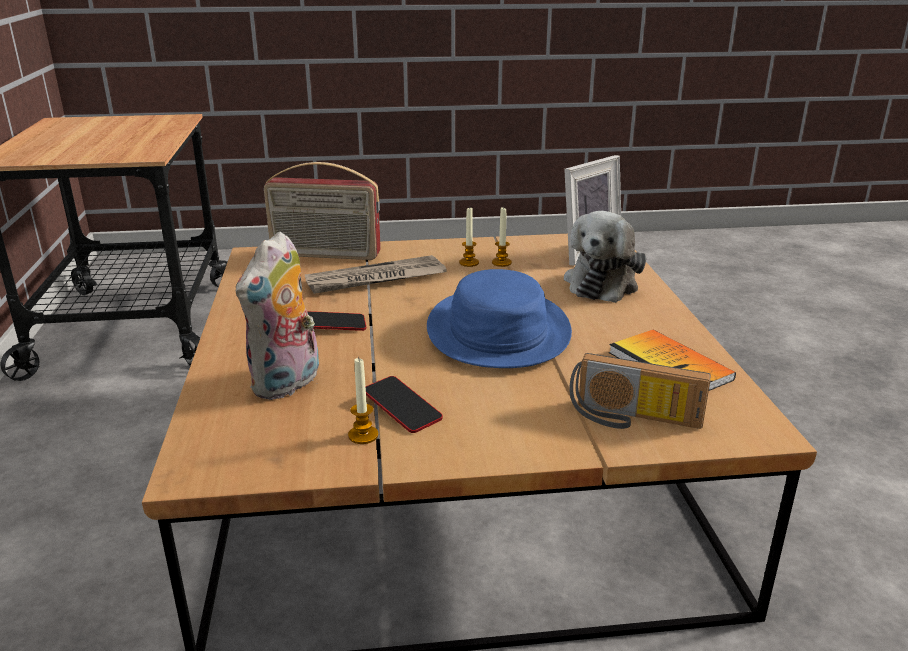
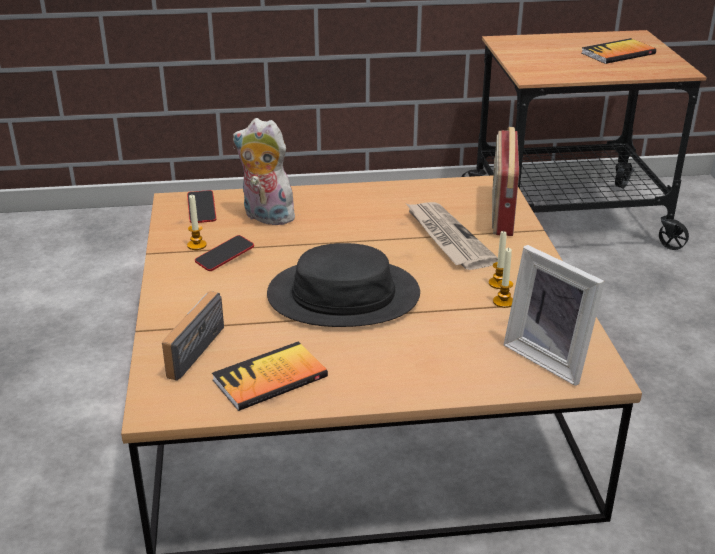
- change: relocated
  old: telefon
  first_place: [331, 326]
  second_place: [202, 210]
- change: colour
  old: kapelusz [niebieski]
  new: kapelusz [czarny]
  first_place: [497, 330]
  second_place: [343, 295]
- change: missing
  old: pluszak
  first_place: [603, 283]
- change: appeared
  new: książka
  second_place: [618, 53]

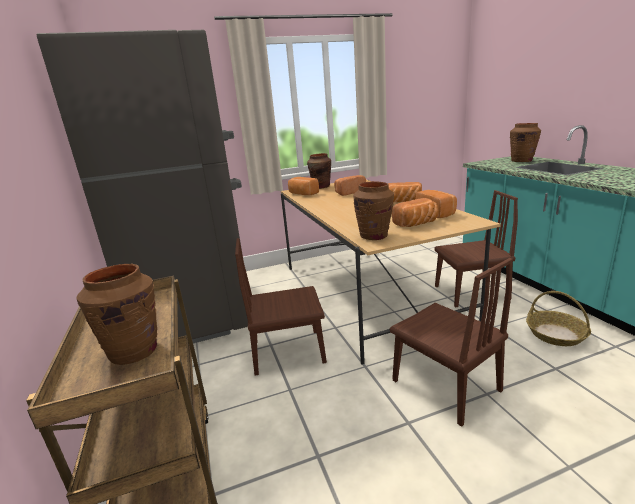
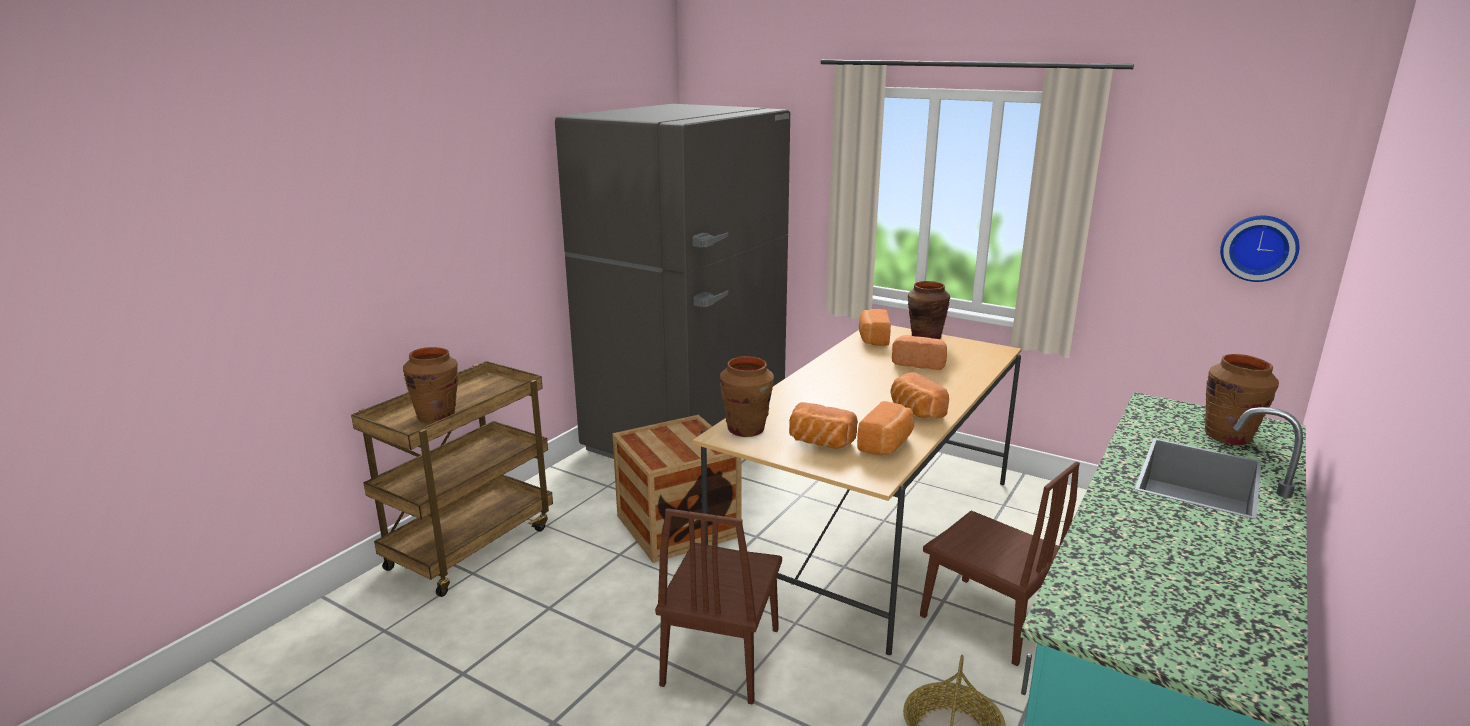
- change: exchanged
  old: krzesło [brązowy]
  new: skrzynka
  first_place: [288, 351]
  second_place: [677, 526]
- change: appeared
  new: zegar ścienny
  second_place: [1259, 247]

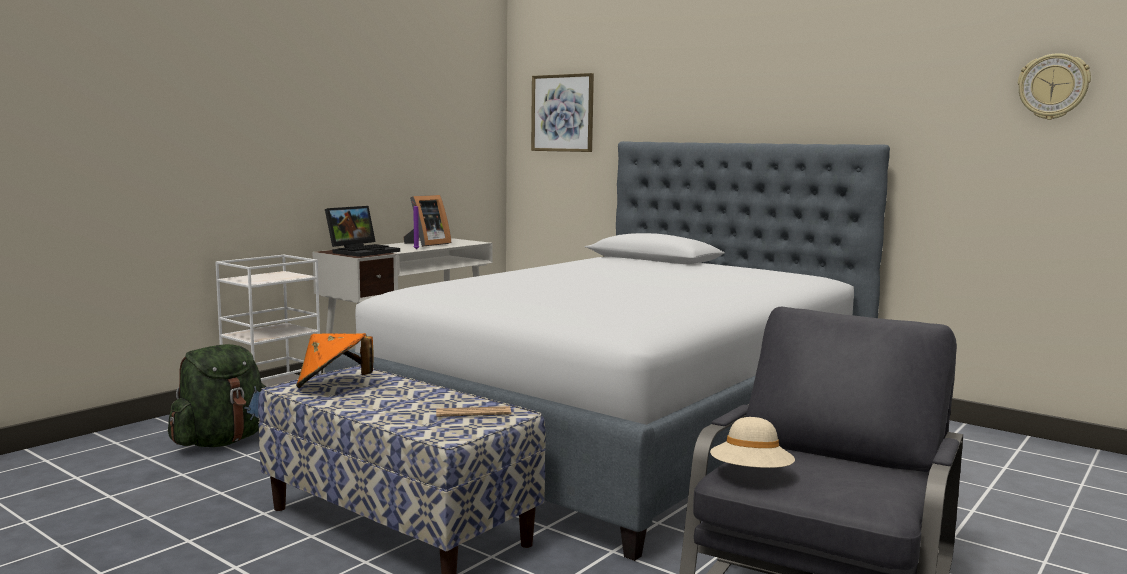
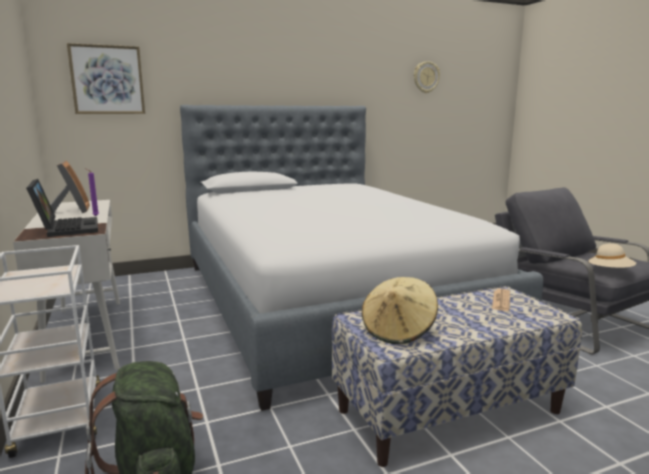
- change: colour
  old: kapelusz [pomarańczowy]
  new: kapelusz [beżowy]
  first_place: [333, 385]
  second_place: [398, 331]

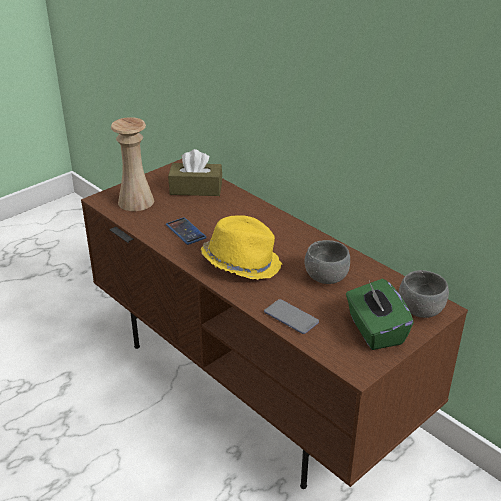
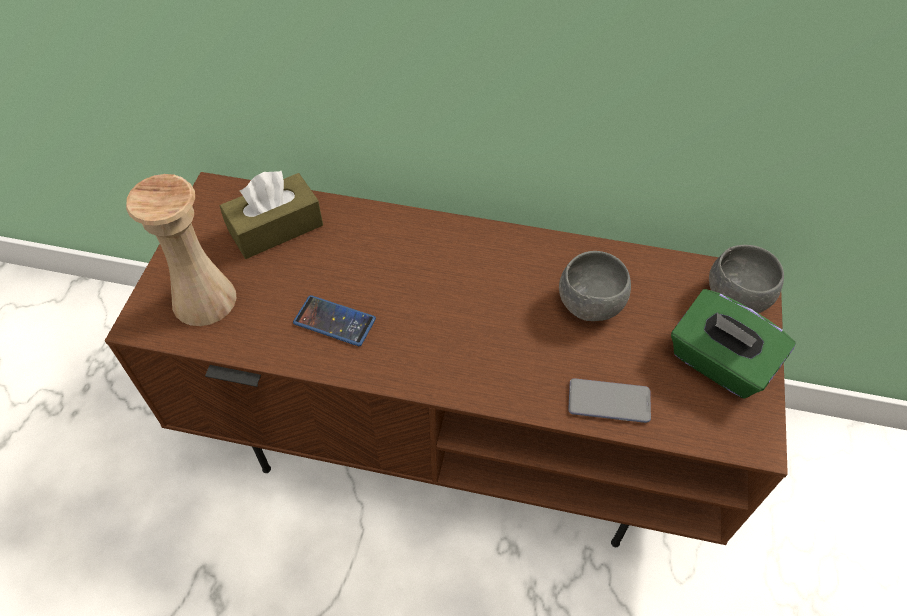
- change: missing
  old: kapelusz [żółty]
  first_place: [242, 263]

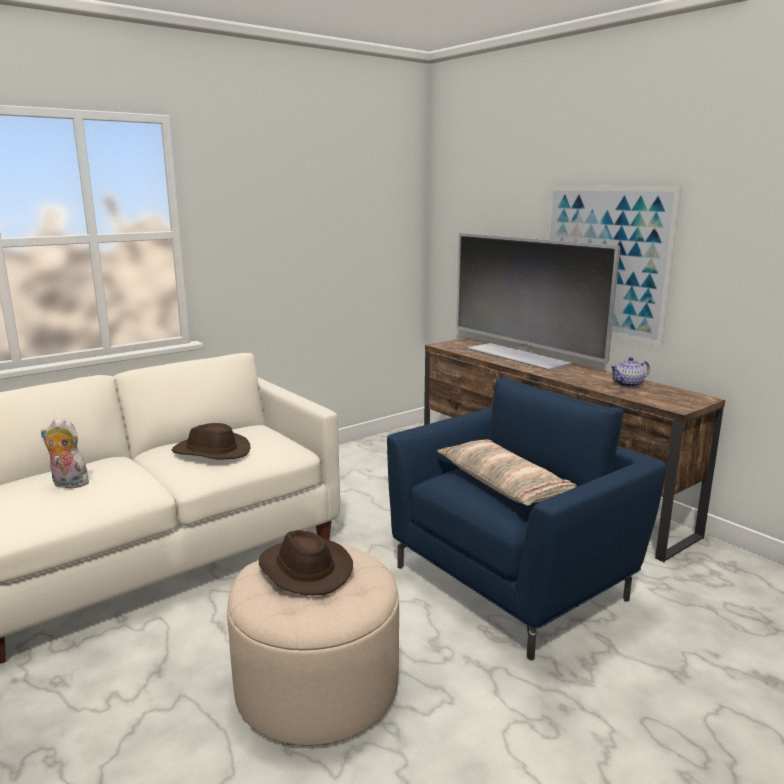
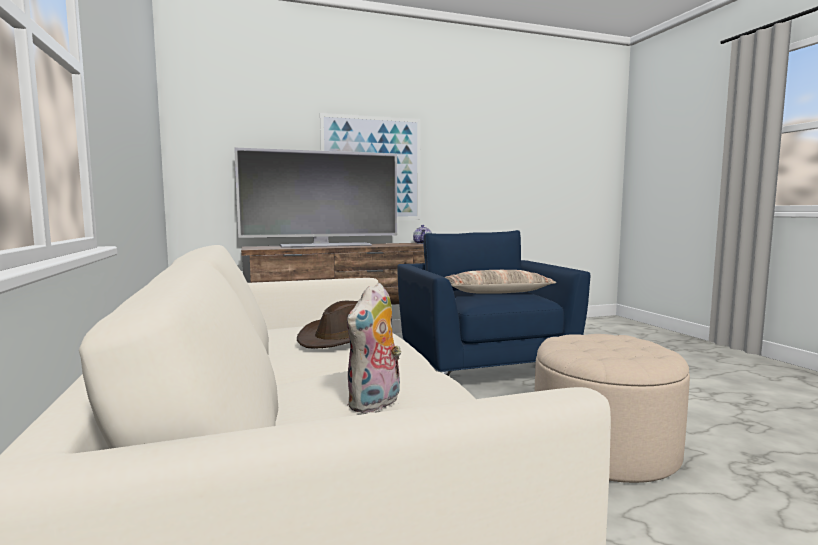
- change: missing
  old: kapelusz [brązowy]
  first_place: [303, 570]

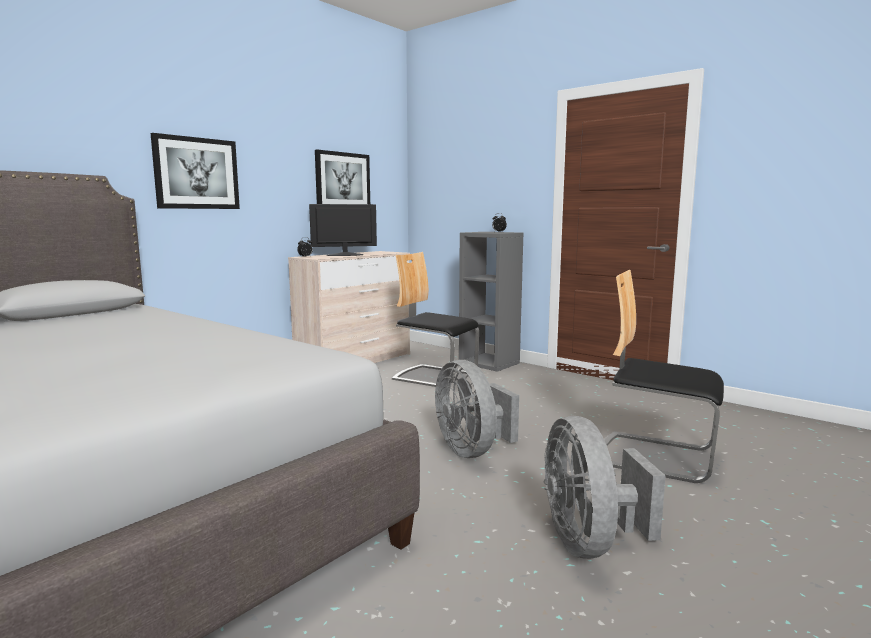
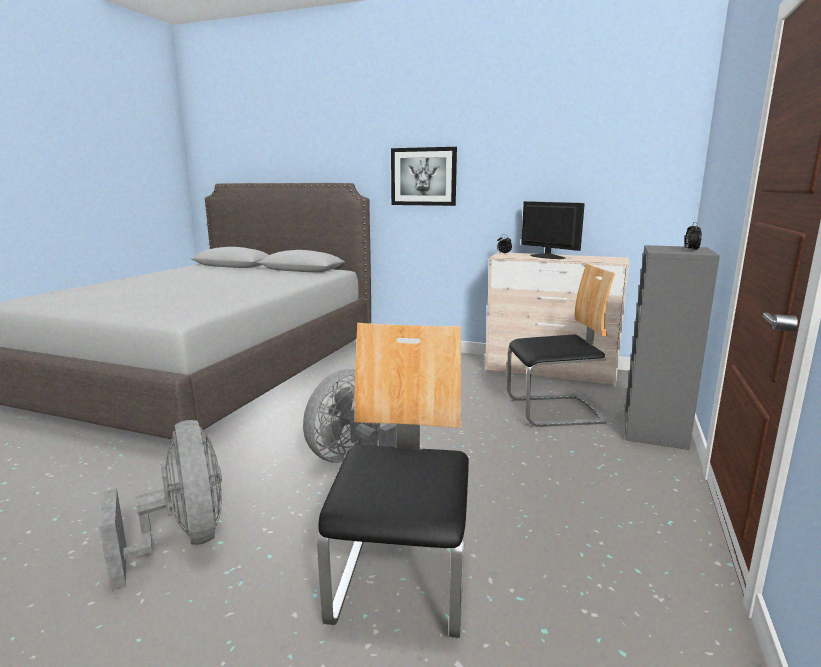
- change: missing
  old: obraz
  first_place: [342, 181]
- change: spun
  old: krzesło
  first_place: [435, 376]
  second_place: [554, 411]
  degrees: 75
- change: spun
  old: wentylator [szary]
  first_place: [589, 542]
  second_place: [183, 540]
  degrees: 90

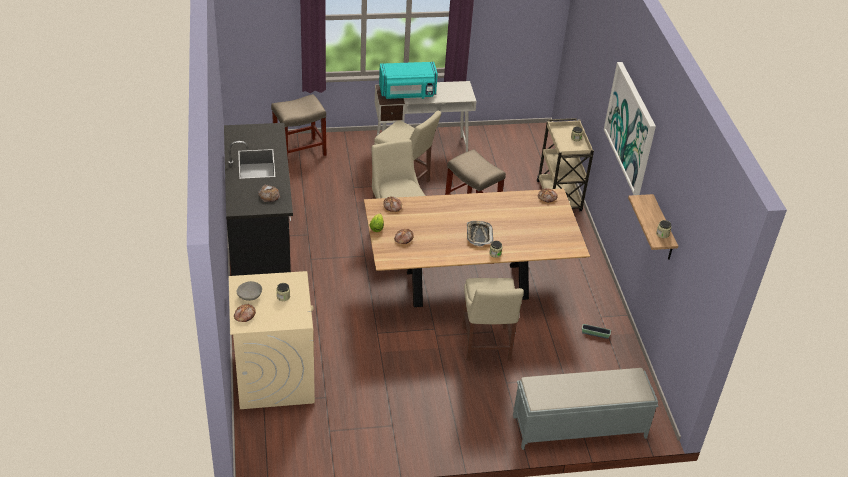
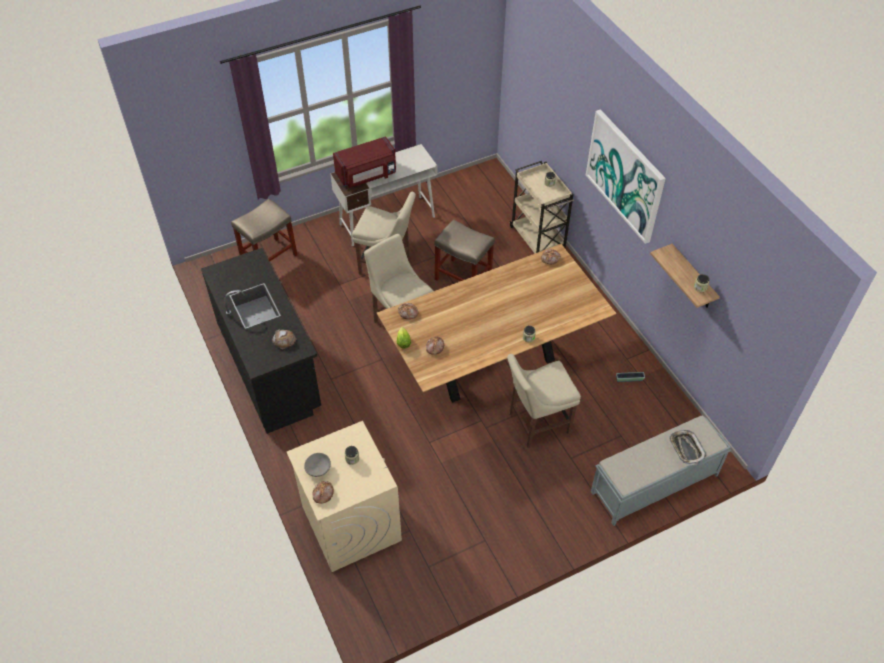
- change: colour
  old: mikrofalówka [turkusowy]
  new: mikrofalówka [czerwony]
  first_place: [407, 93]
  second_place: [367, 175]
- change: spun
  old: krzesło [beżowy]
  first_place: [486, 346]
  second_place: [536, 424]
  degrees: 90
- change: relocated
  old: taca
  first_place: [479, 235]
  second_place: [686, 448]

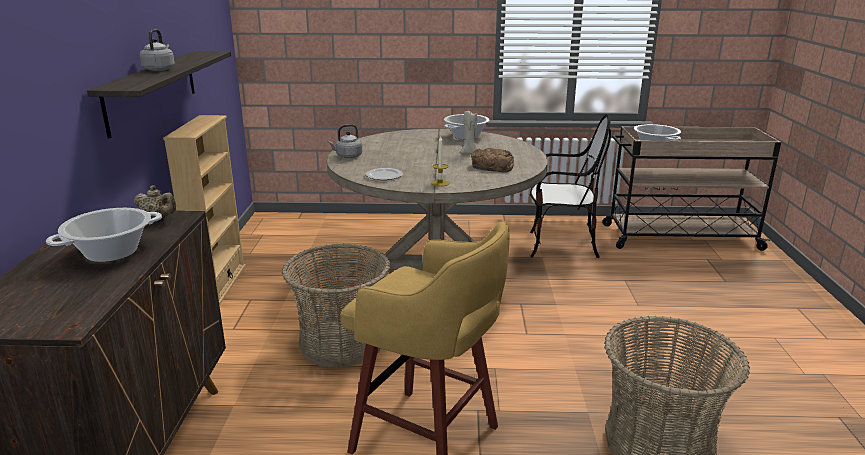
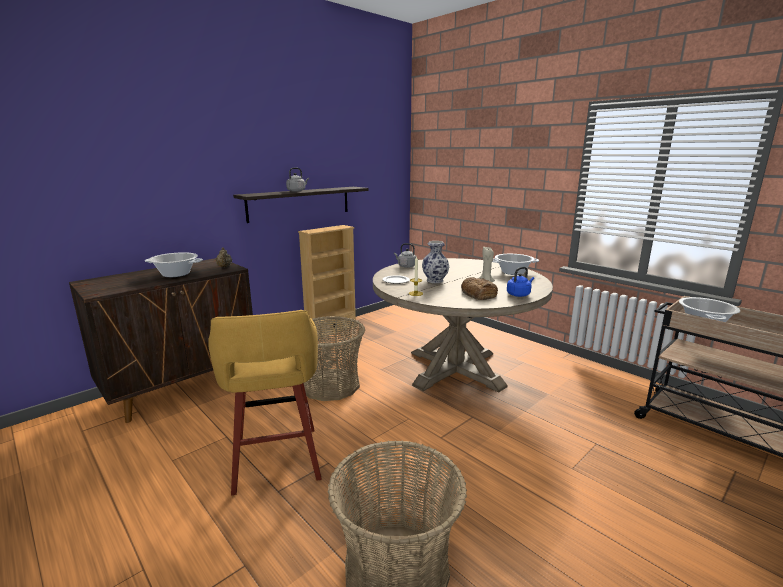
- change: missing
  old: krzesło
  first_place: [561, 246]
- change: appeared
  new: wazon
  second_place: [434, 280]
- change: appeared
  new: czajnik [niebieski]
  second_place: [519, 294]

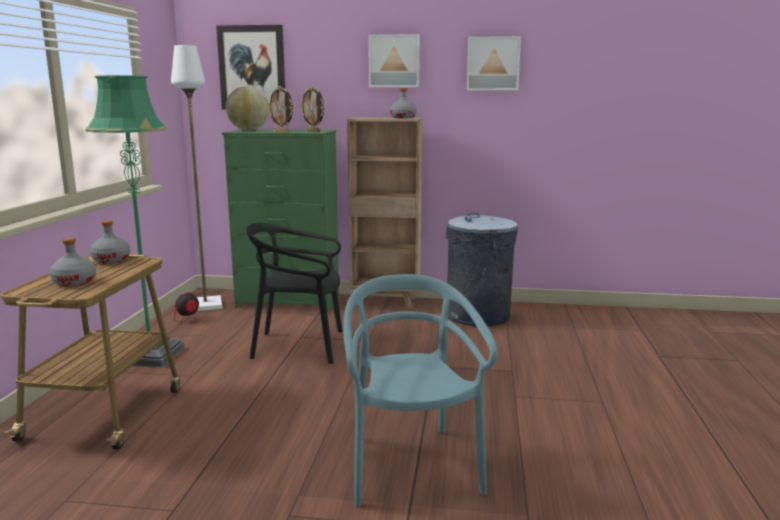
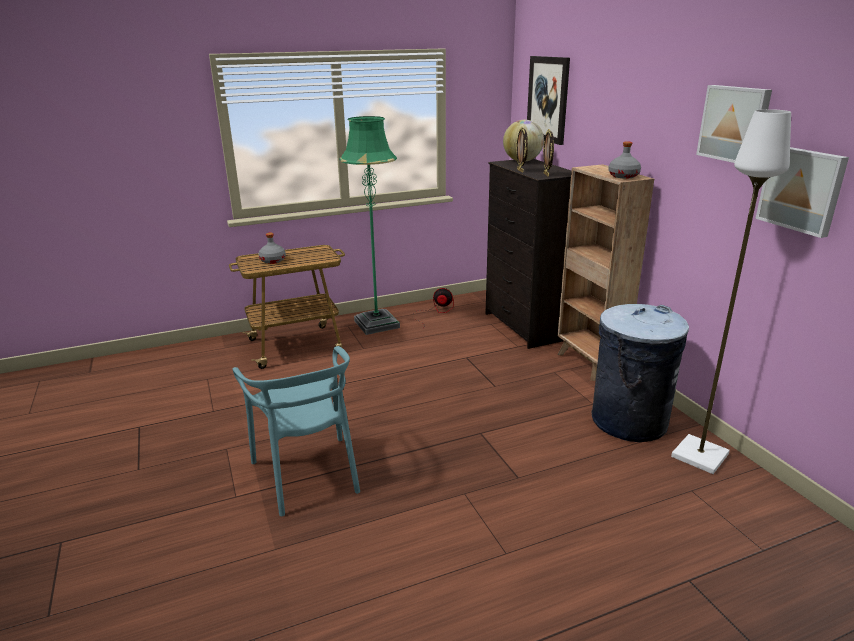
- change: missing
  old: butelka [szary]
  first_place: [111, 259]
- change: relocated
  old: lampa stojąca [biały]
  first_place: [206, 305]
  second_place: [700, 456]
- change: colour
  old: komoda [zielony]
  new: komoda [czarny]
  first_place: [289, 302]
  second_place: [525, 327]
- change: missing
  old: krzesło [czarny]
  first_place: [299, 346]
- change: spun
  old: krzesło [turkusowy]
  first_place: [410, 466]
  second_place: [308, 474]
  degrees: 105
- change: relocated
  old: obraz
  first_place: [394, 61]
  second_place: [802, 189]

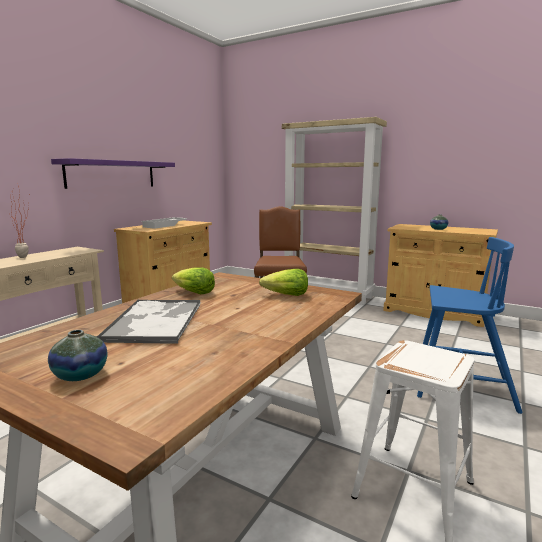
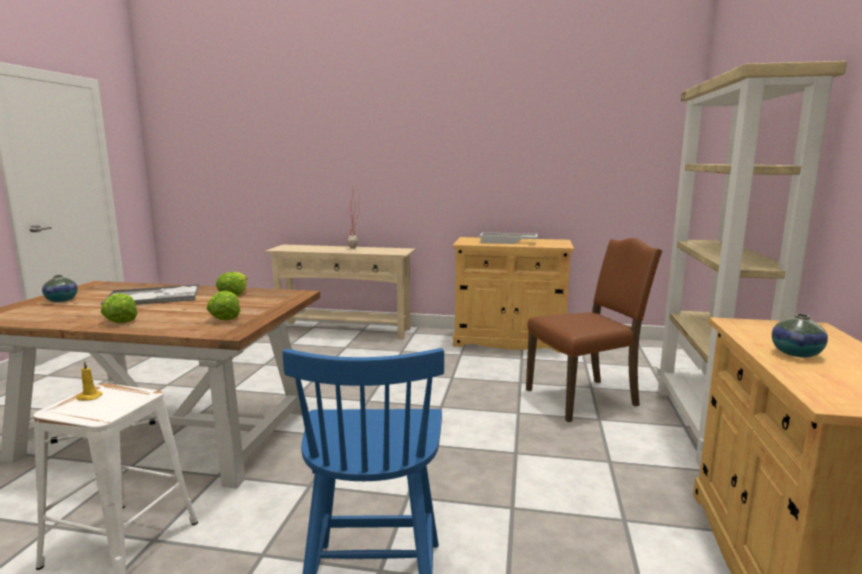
- change: missing
  old: półka [fioletowy]
  first_place: [112, 174]
- change: appeared
  new: świeca [żółty]
  second_place: [88, 397]
- change: appeared
  new: sałata
  second_place: [120, 320]

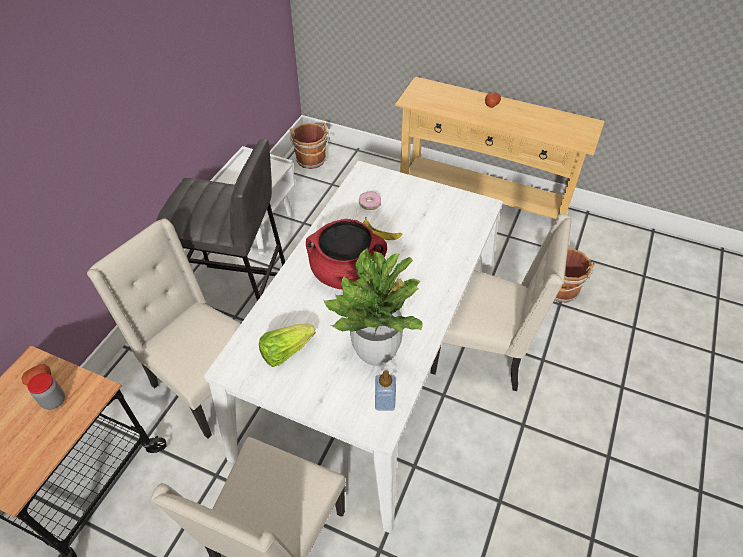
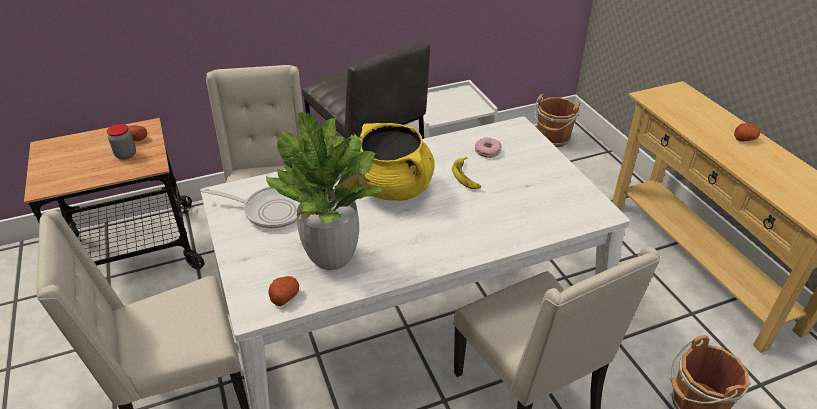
- change: exchanged
  old: sałata
  new: patelnia
  first_place: [286, 351]
  second_place: [270, 210]
- change: colour
  old: garnek [czerwony]
  new: garnek [żółty]
  first_place: [347, 273]
  second_place: [394, 188]
- change: exchanged
  old: dozownik mydła
  new: ziemniak
  first_place: [384, 402]
  second_place: [284, 296]

